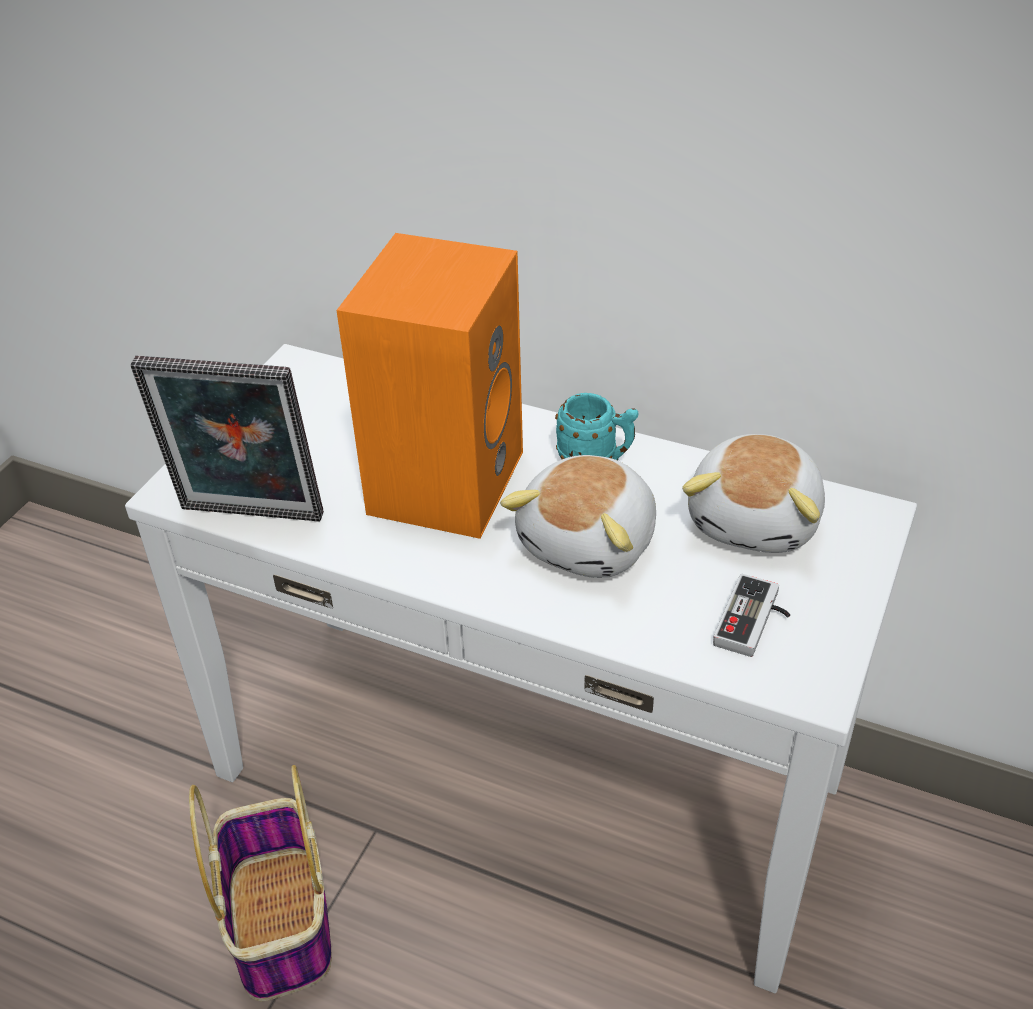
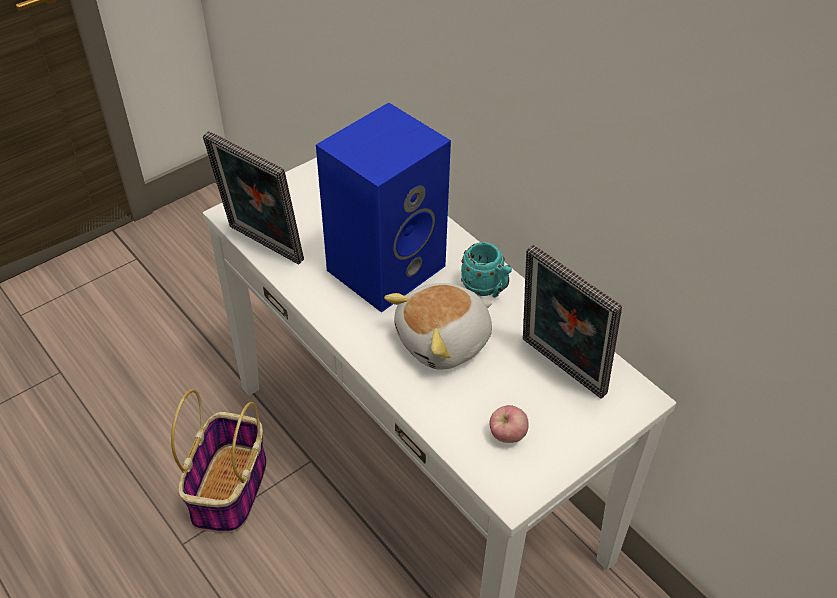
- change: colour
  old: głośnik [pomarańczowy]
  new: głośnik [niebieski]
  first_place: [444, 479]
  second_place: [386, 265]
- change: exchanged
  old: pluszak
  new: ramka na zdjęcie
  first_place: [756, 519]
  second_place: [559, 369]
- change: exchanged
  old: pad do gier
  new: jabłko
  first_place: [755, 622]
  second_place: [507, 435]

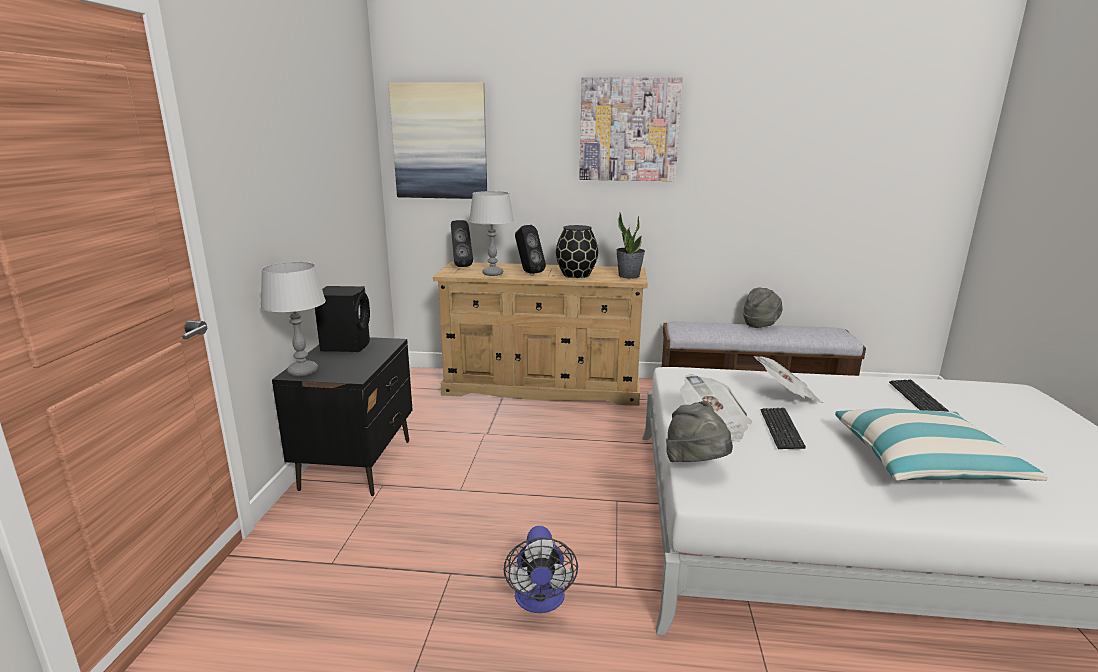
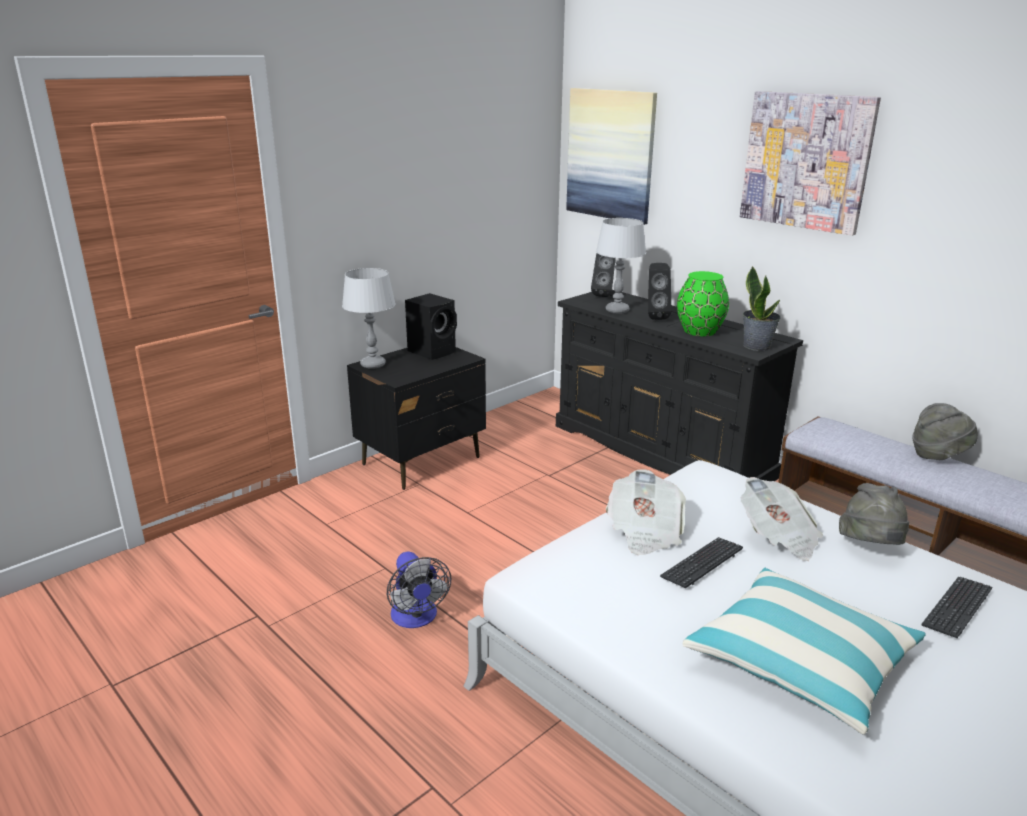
- change: colour
  old: komoda [beżowy]
  new: komoda [czarny]
  first_place: [543, 387]
  second_place: [661, 451]
- change: spun
  old: wentylator
  first_place: [540, 601]
  second_place: [416, 618]
  degrees: -60
- change: colour
  old: wazon [czarny]
  new: wazon [zielony]
  first_place: [575, 275]
  second_place: [699, 331]
- change: relocated
  old: kapelusz [szary]
  first_place: [696, 465]
  second_place: [870, 548]

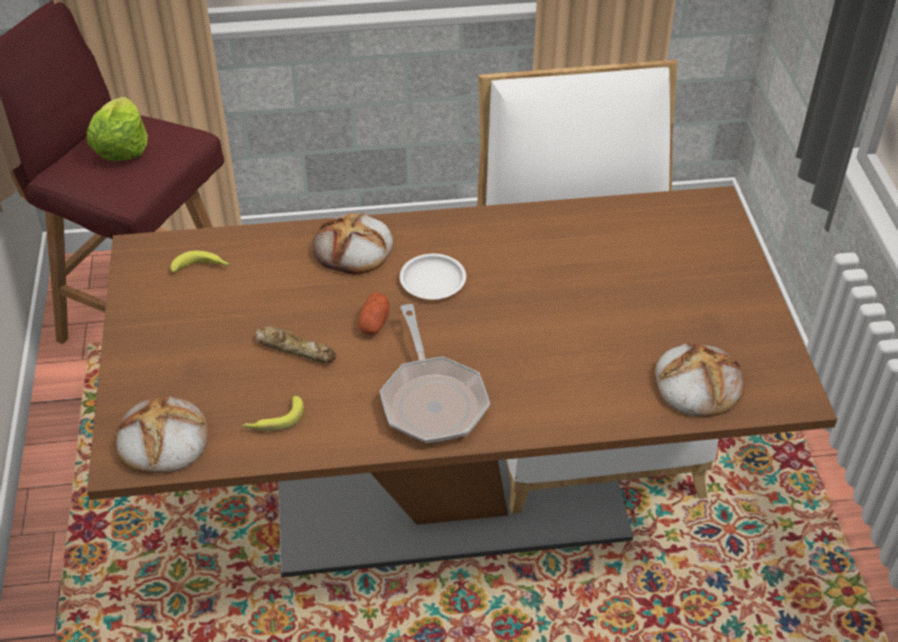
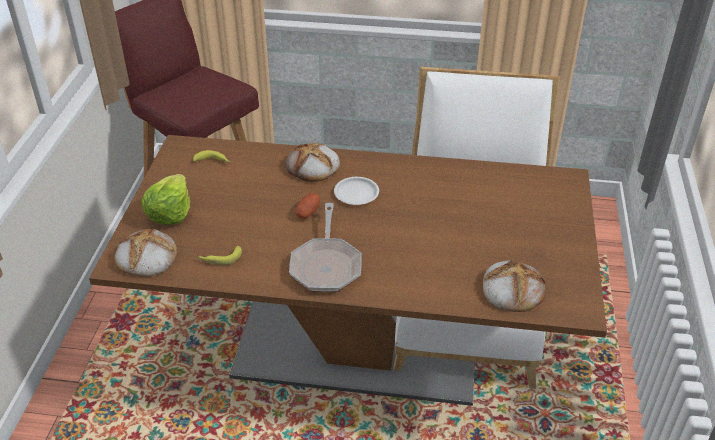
- change: relocated
  old: sałata
  first_place: [121, 147]
  second_place: [170, 212]
- change: missing
  old: chleb
  first_place: [295, 349]

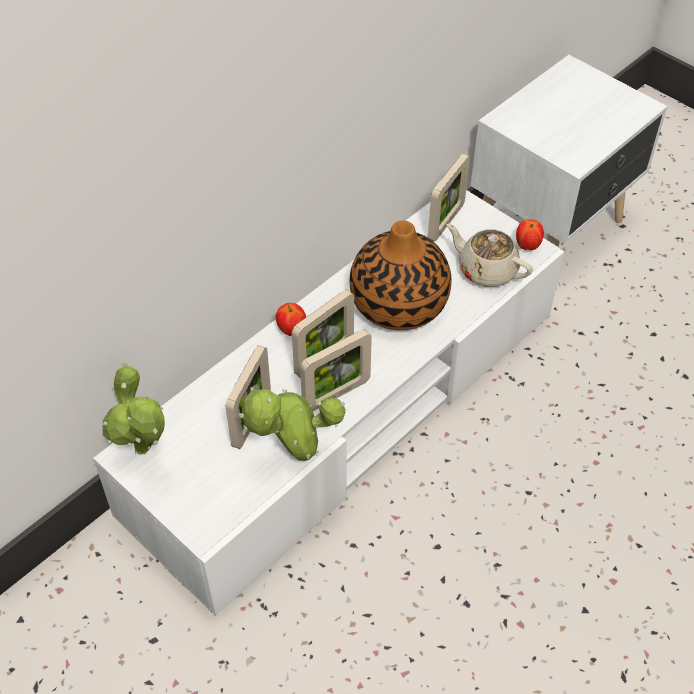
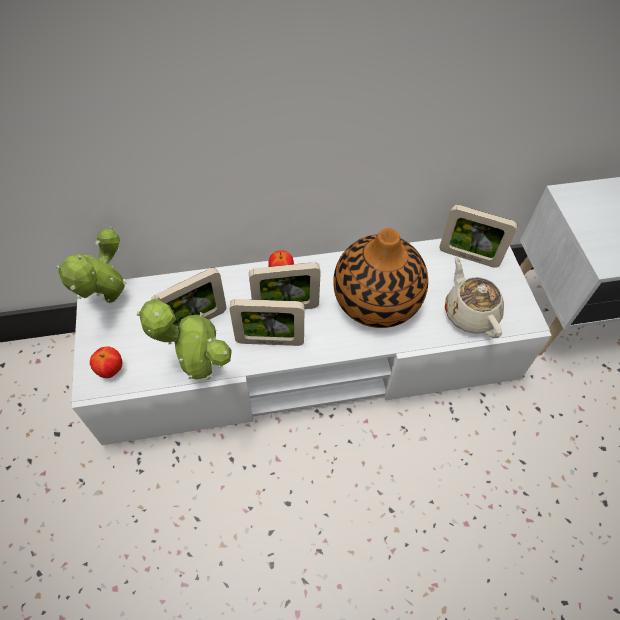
- change: spun
  old: ramka na zdjęcie
  first_place: [446, 222]
  second_place: [468, 257]
  degrees: 45
- change: relocated
  old: jabłko
  first_place: [527, 246]
  second_place: [111, 370]

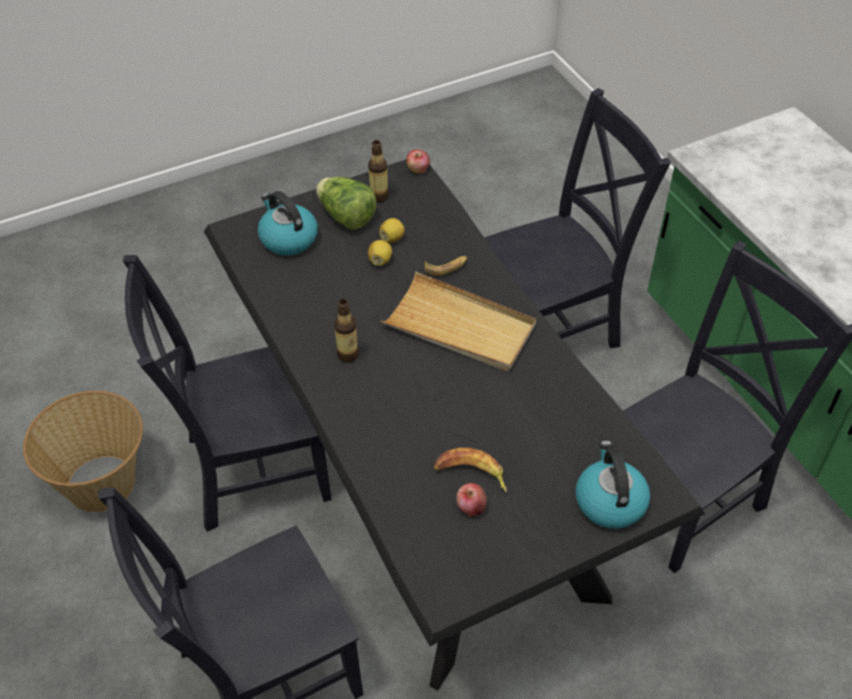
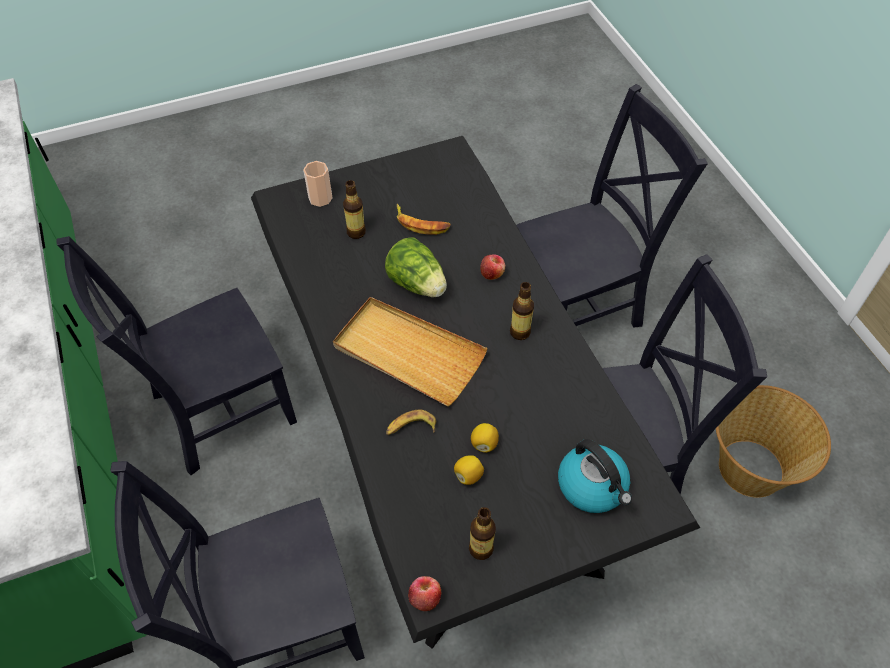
- change: relocated
  old: sałata
  first_place: [346, 217]
  second_place: [417, 284]
- change: relocated
  old: jabłko
  first_place: [471, 507]
  second_place: [492, 274]
- change: exchanged
  old: czajnik
  new: filiżanka
  first_place: [609, 501]
  second_place: [320, 198]
- change: appeared
  new: butelka
  second_place: [356, 232]

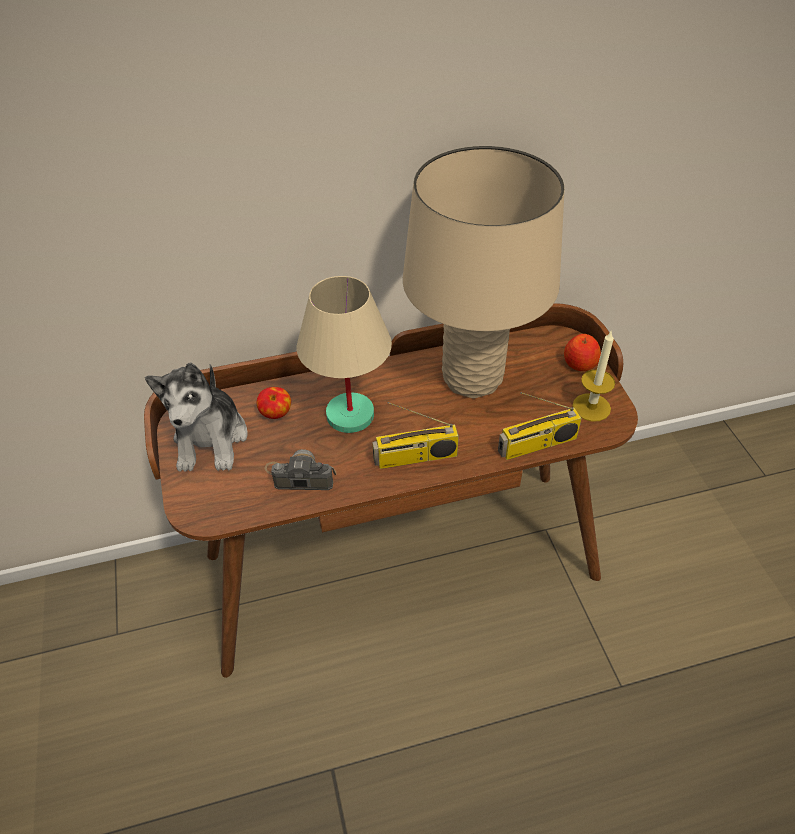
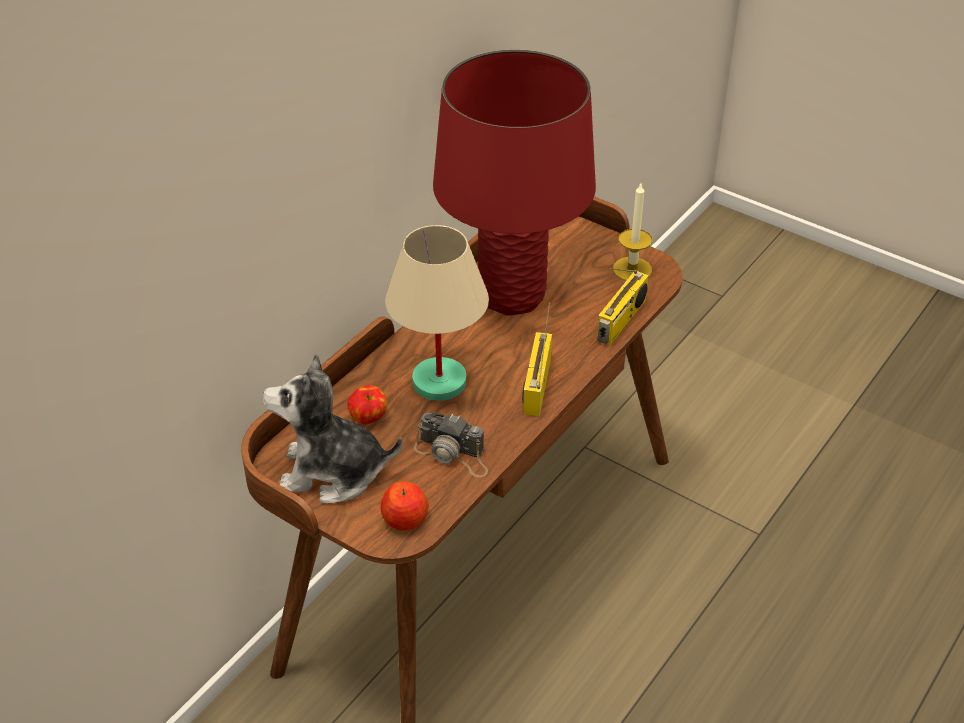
- change: spun
  old: pluszak
  first_place: [211, 439]
  second_place: [332, 473]
  degrees: 135
- change: spun
  old: aparat fotograficzny
  first_place: [299, 476]
  second_place: [453, 454]
  degrees: -120
- change: spun
  old: radio
  first_place: [415, 458]
  second_place: [536, 384]
  degrees: 150
- change: colour
  old: lampa stołowa [beżowy]
  new: lampa stołowa [czerwony]
  first_place: [472, 378]
  second_place: [511, 296]
- change: relocated
  old: jabłko
  first_place: [579, 364]
  second_place: [405, 520]

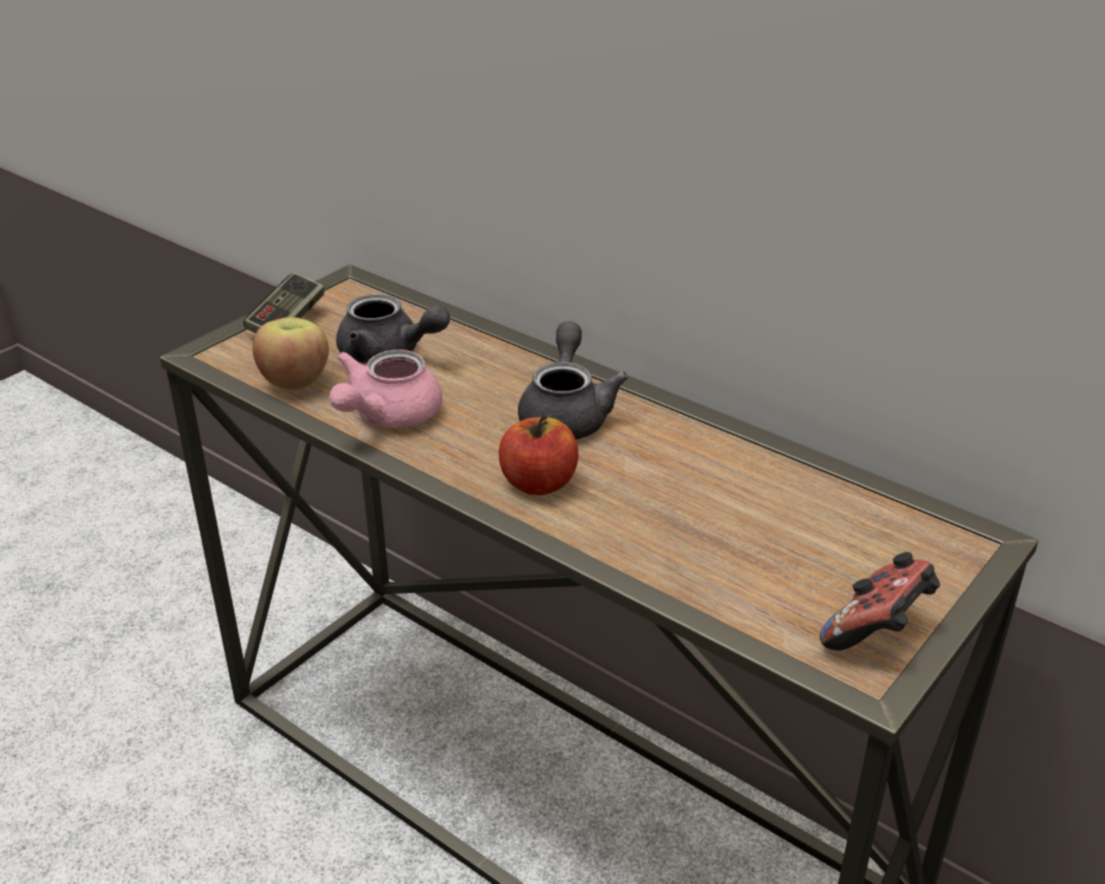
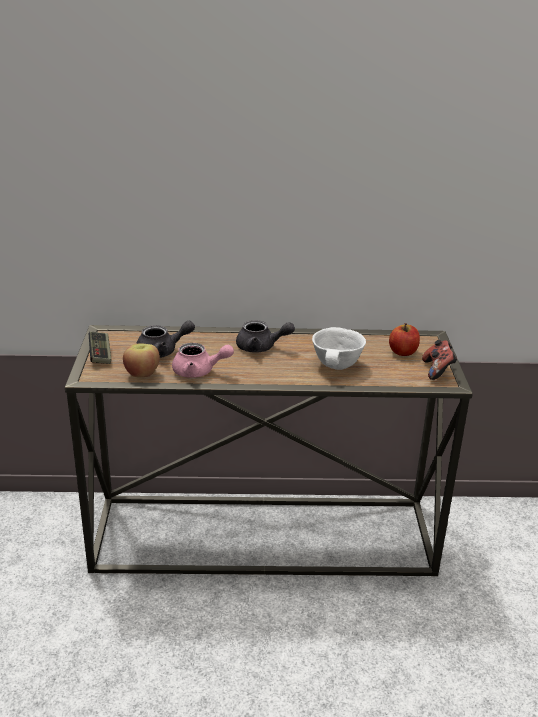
- change: spun
  old: imbryk [różowy]
  first_place: [387, 416]
  second_place: [199, 371]
  degrees: -75
- change: relocated
  old: jabłko
  first_place: [538, 483]
  second_place: [403, 352]
- change: spun
  old: imbryk [szary]
  first_place: [566, 414]
  second_place: [261, 347]
  degrees: 135
- change: appeared
  new: miska [biały]
  second_place: [337, 366]

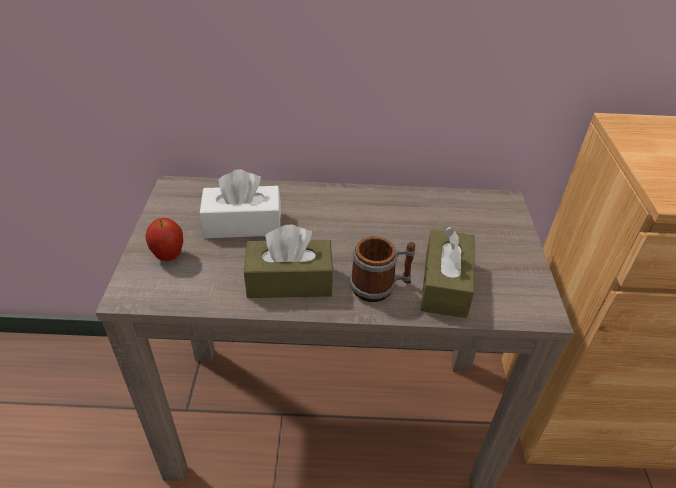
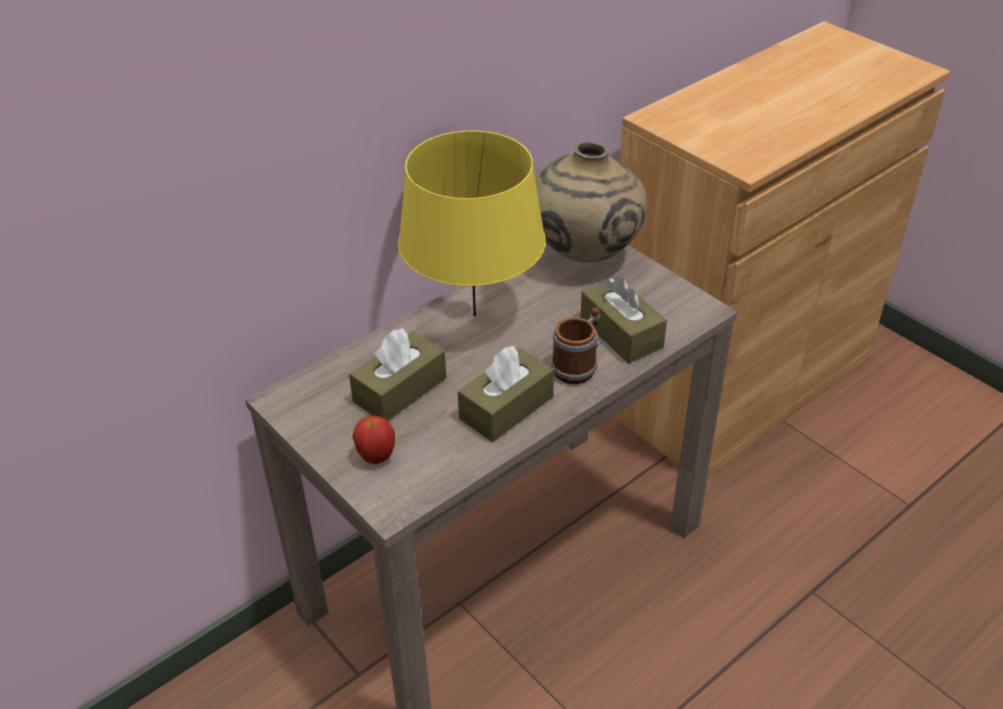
- change: colour
  old: pudełko chusteczek [biały]
  new: pudełko chusteczek [brązowy]
  first_place: [243, 224]
  second_place: [400, 390]
- change: appeared
  new: lampa stołowa [żółty]
  second_place: [475, 315]
- change: appeared
  new: wazon [beżowy]
  second_place: [583, 256]

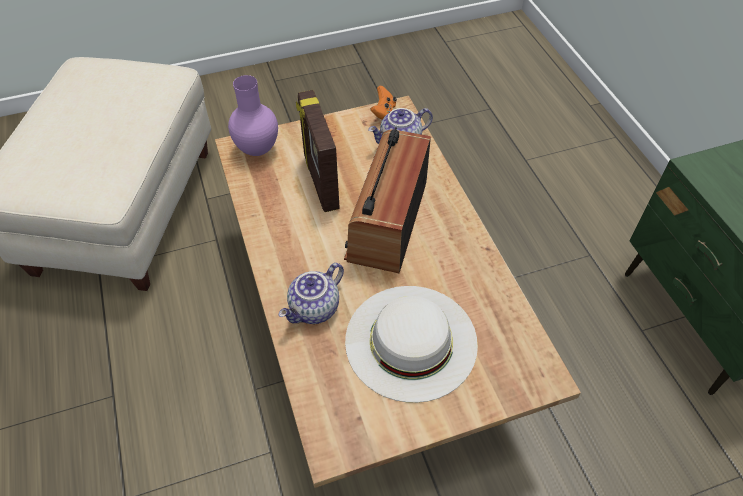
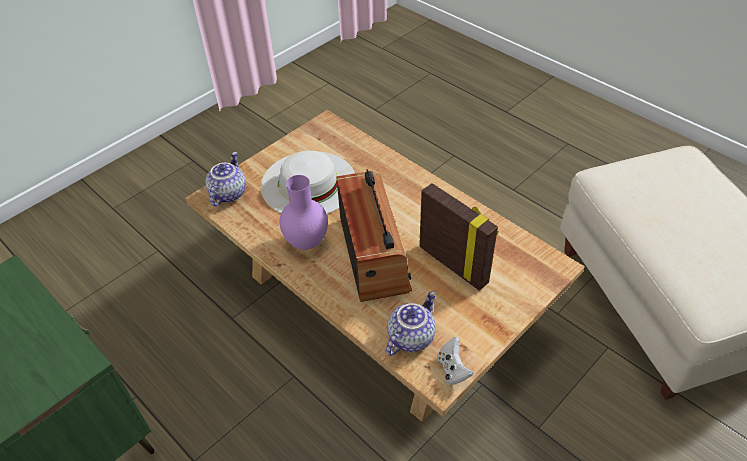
- change: relocated
  old: wazon [fioletowy]
  first_place: [258, 149]
  second_place: [306, 243]
- change: relocated
  old: imbryk
  first_place: [315, 309]
  second_place: [227, 193]
- change: colour
  old: pad do gier [pomarańczowy]
  new: pad do gier [biały]
  first_place: [383, 113]
  second_place: [452, 369]

